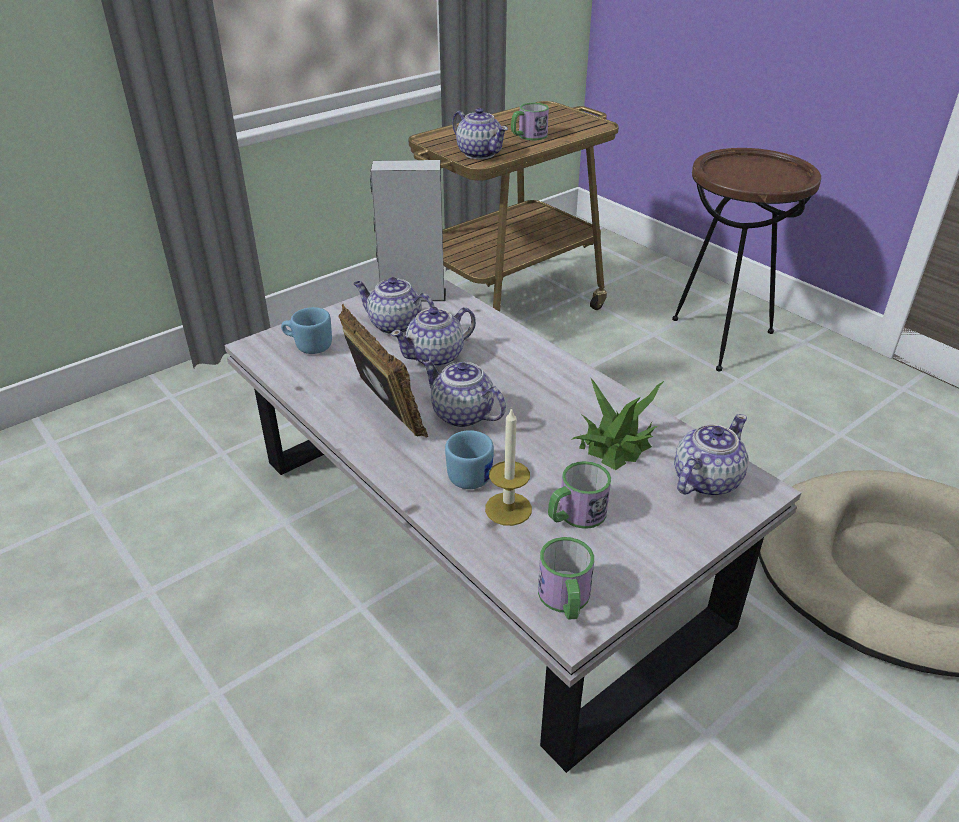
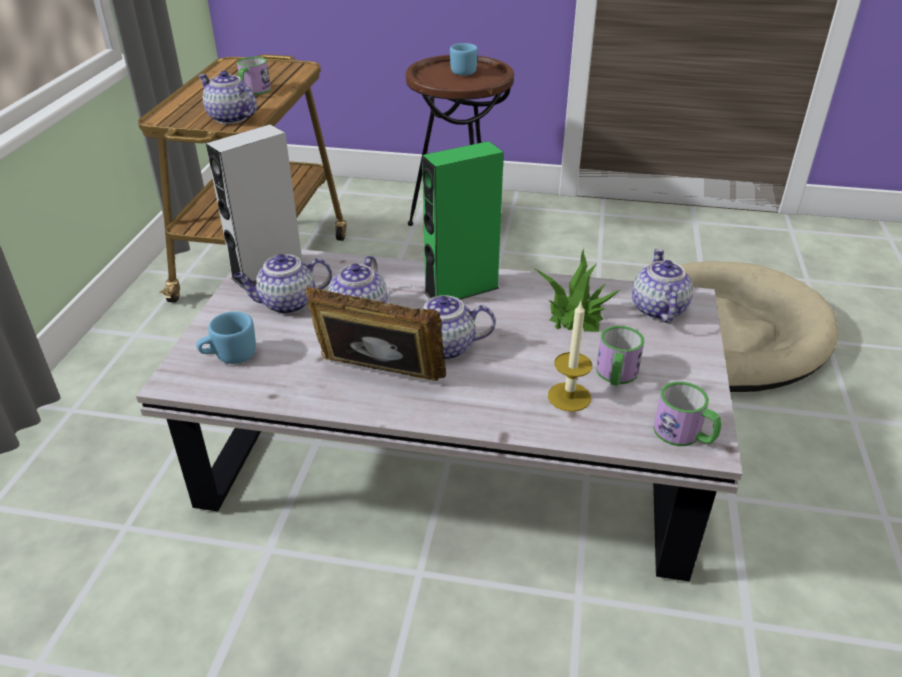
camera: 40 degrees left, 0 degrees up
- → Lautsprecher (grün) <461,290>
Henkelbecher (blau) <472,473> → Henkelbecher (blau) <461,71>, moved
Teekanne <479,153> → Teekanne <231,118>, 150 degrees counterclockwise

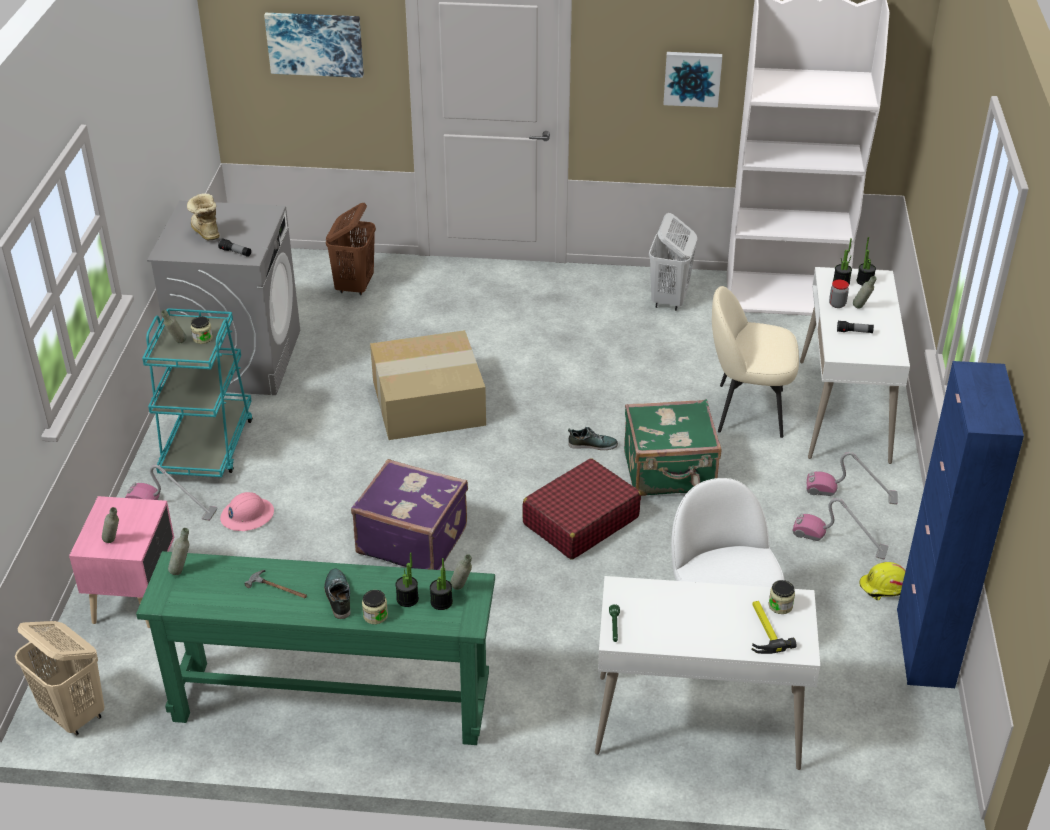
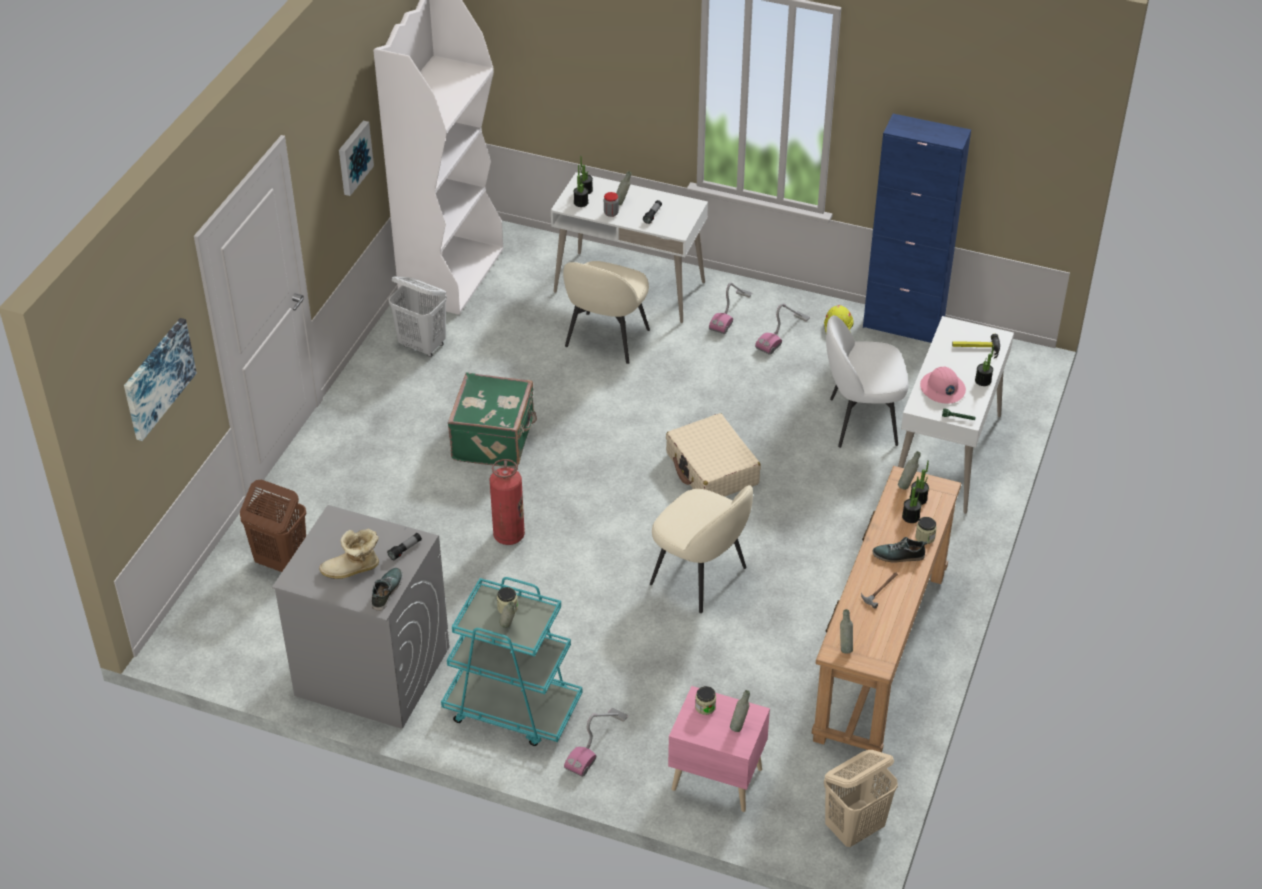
camera: 75 degrees left, 5 degrees up
- → Topfpflanze <983,381>
Schutzhelm (rosa) <247,515> → Schutzhelm (rosa) <942,389>, moved
Schuh <592,444> → Schuh <386,591>, moved
Koffer (grün) <670,473> → Koffer (grün) <495,440>, moved
Vorratsglas <780,606> → Vorratsglas <705,707>, moved
Koffer (lila) <412,539> → Stuhl (beige) <700,577>
Karton <429,401> → Feuerlöscher <509,535>
Konsolentisch (grün) <331,702> → Konsolentisch (braun) <880,655>
Koffer (rot) <580,521> → Koffer (beige) <712,469>

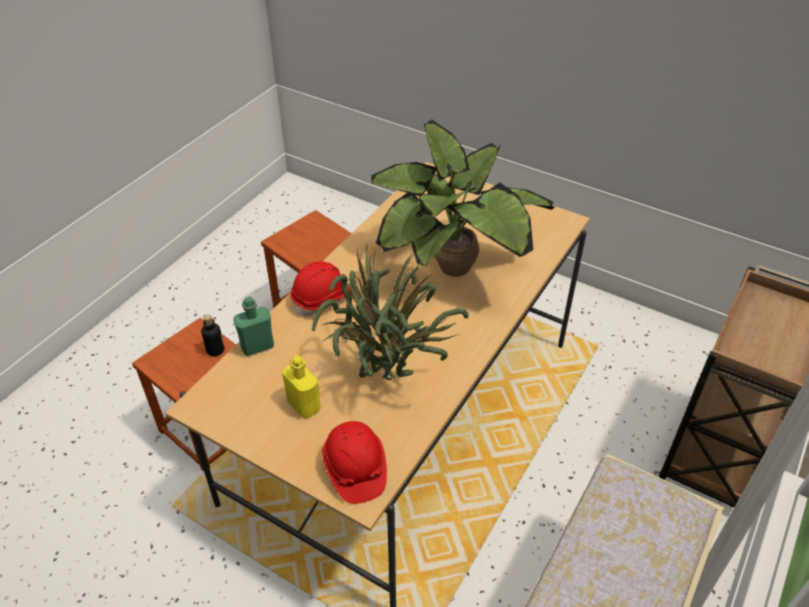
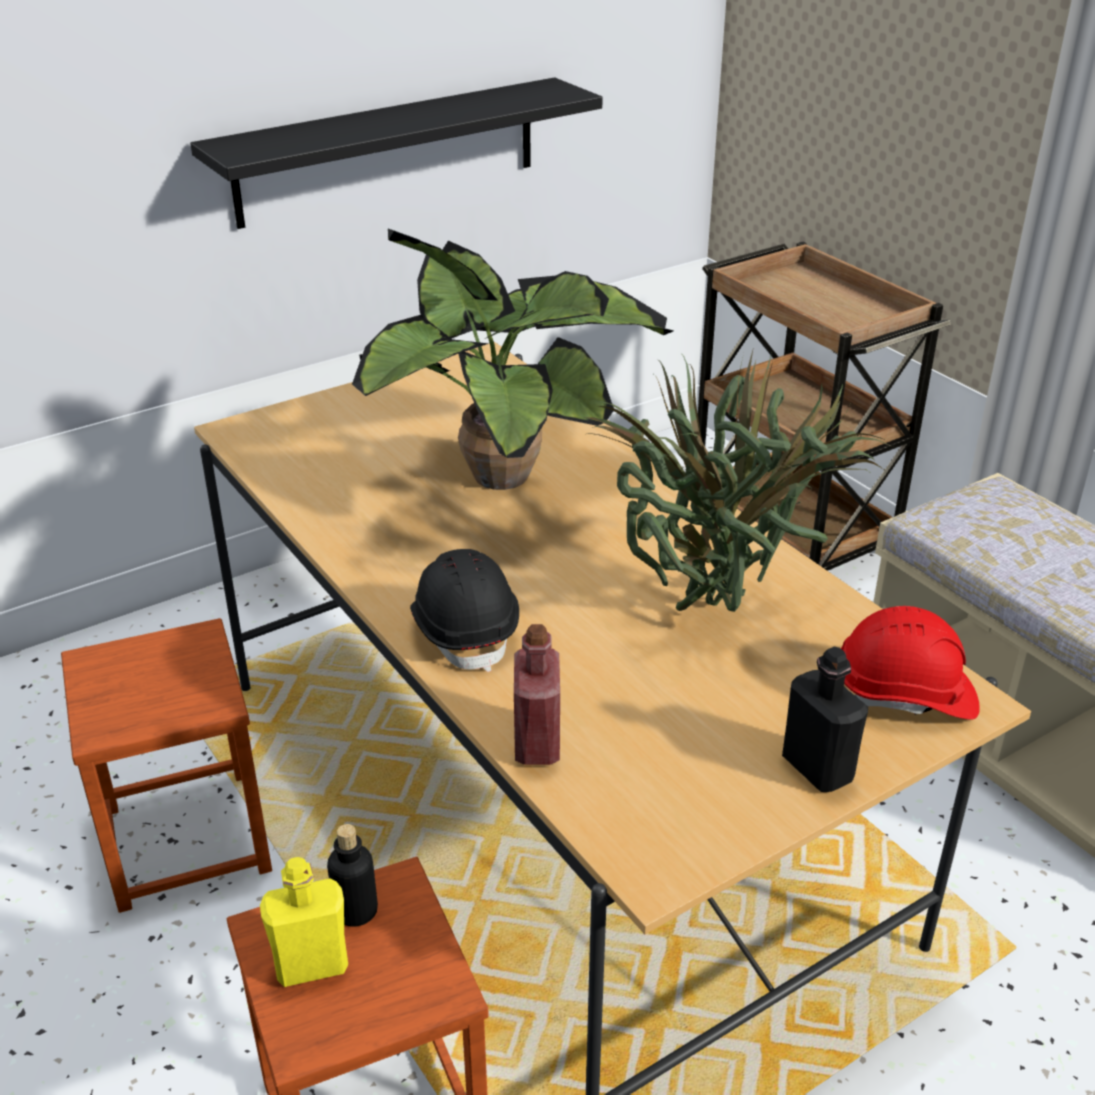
camera: 65 degrees left, 10 degrees down
- → Wandregal (schwarz) <388,152>
- → Flasche (schwarz) <817,769>
Flasche (gelb) <304,405> → Flasche (gelb) <311,965>, moved
Flasche (grün) <257,347> → Flasche (rot) <537,744>
Schutzhelm (rot) <322,299> → Schutzhelm (schwarz) <465,630>

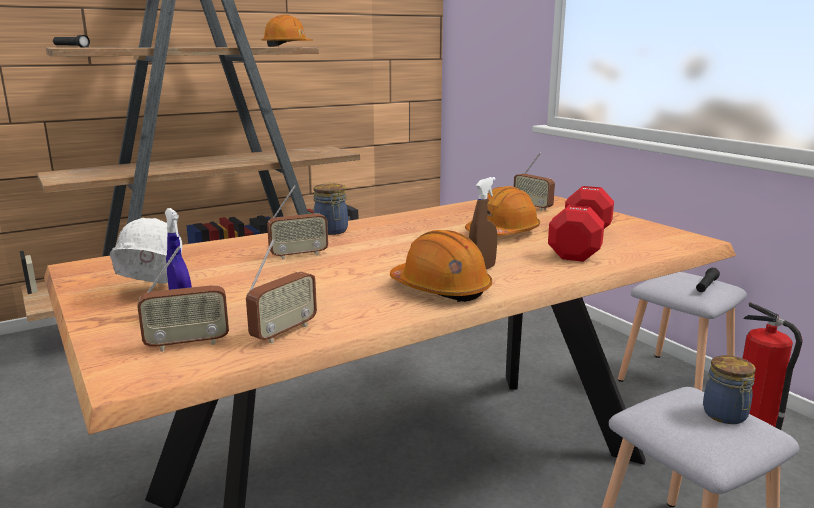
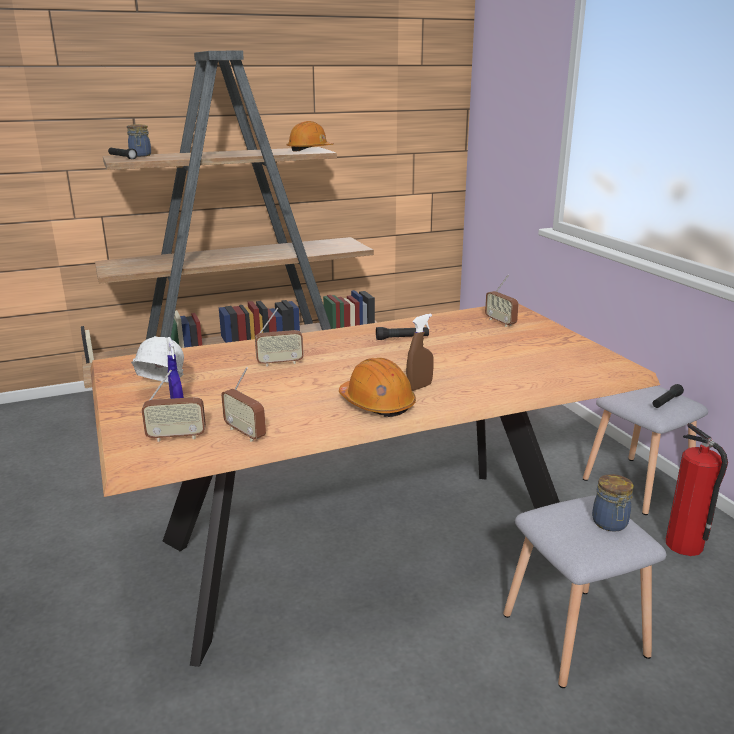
camera: 10 degrees right, 5 degrees up
Schutzhelm (orange) <502,233> → -
Hantel (rot) <580,244> → -
- → Taschenlampe (schwarz) <402,338>
Vorratsglas <331,231> → Vorratsglas <140,155>, moved
Radio <284,332> → Radio <245,433>, 90 degrees clockwise

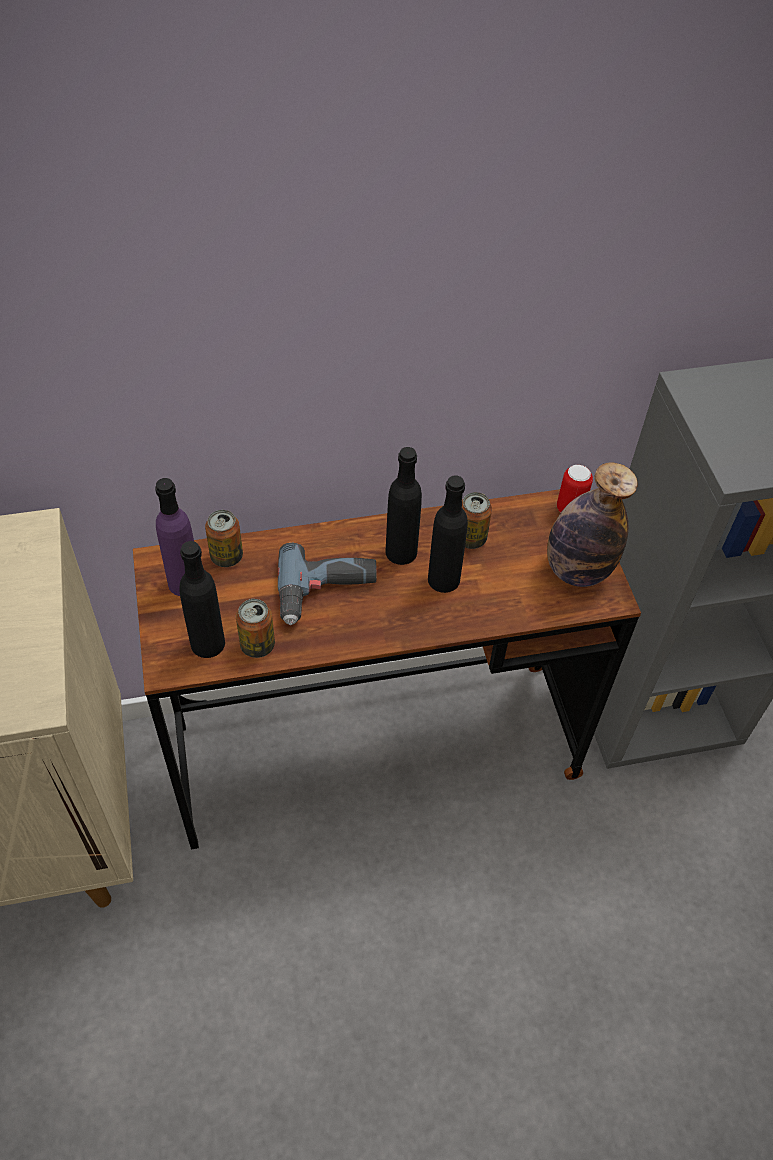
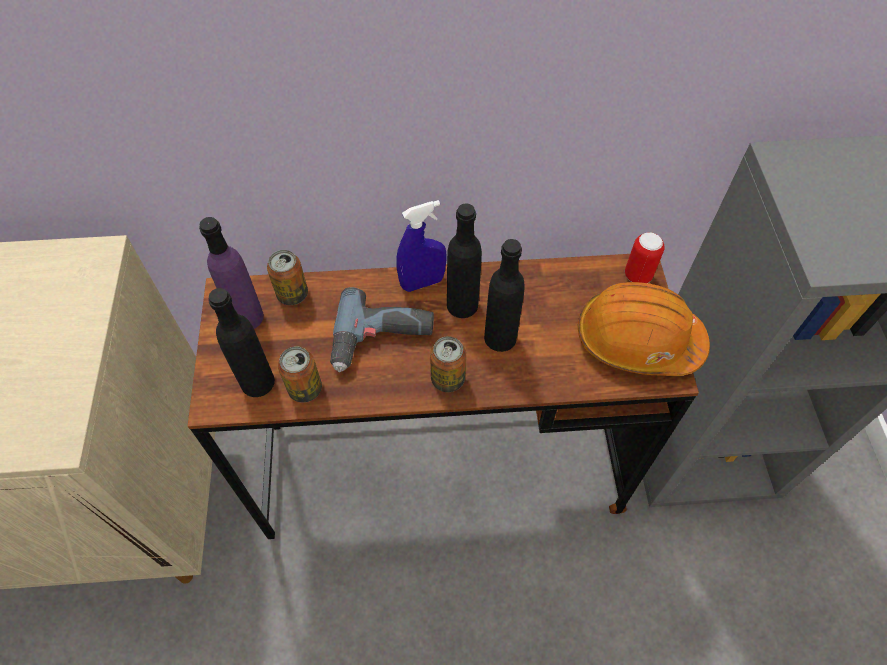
camera: 10 degrees right, 5 degrees up
- → Sprühflasche (blau) <422,283>
Dose <470,539> → Dose <447,379>, moved
Flasche <577,570> → Schutzhelm (orange) <637,340>

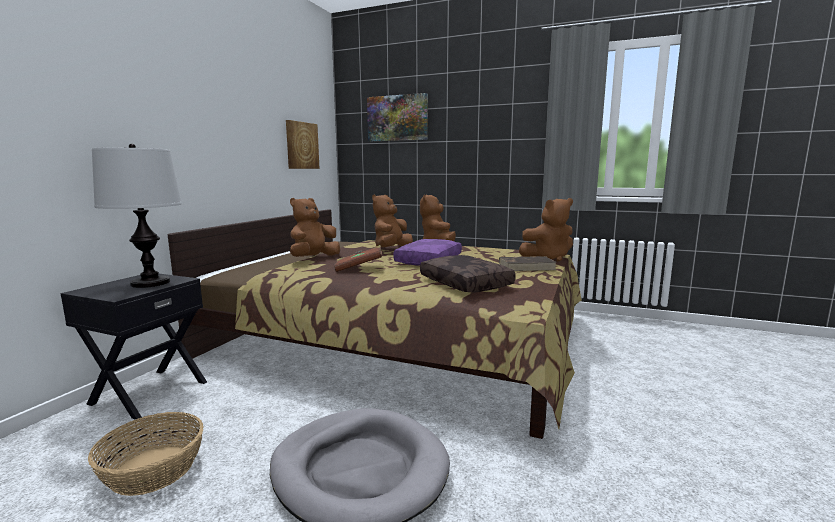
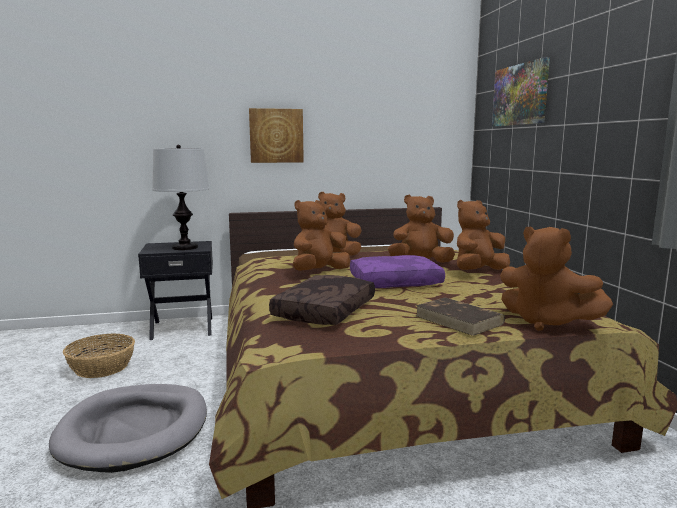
camera: 55 degrees right, 0 degrees up
Bild <301,145> → Bild <276,136>, moved
Buch (braun) <359,268> → Plüschtier (braun) <319,272>

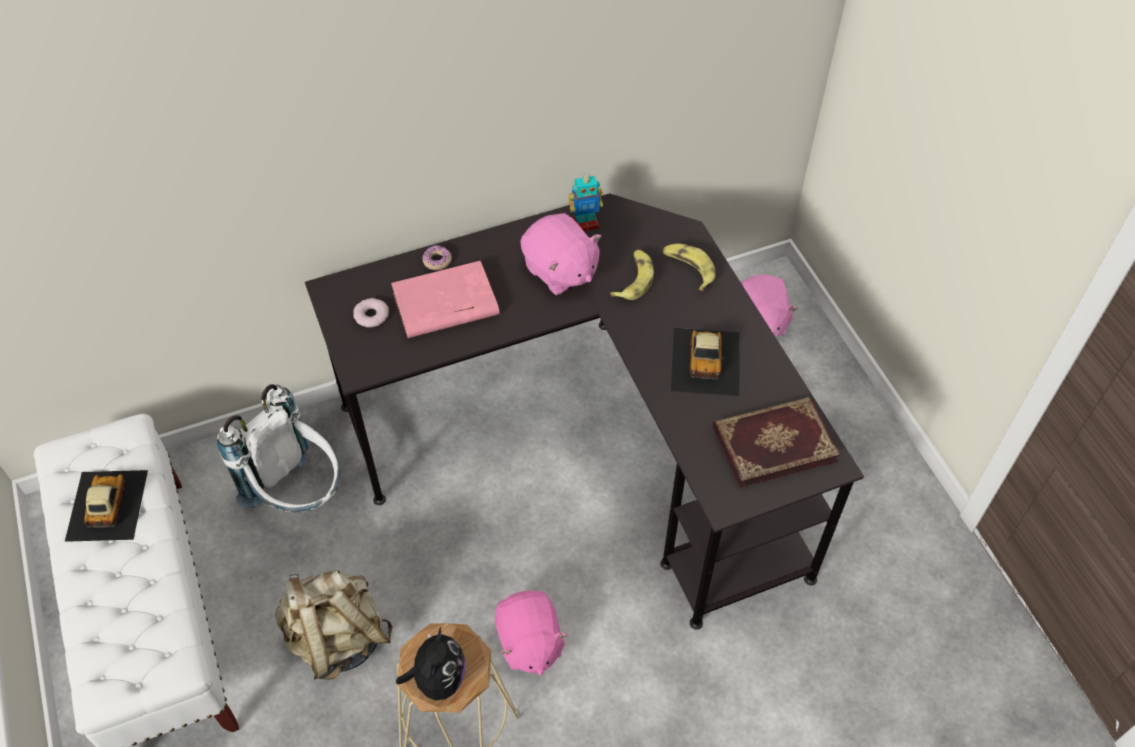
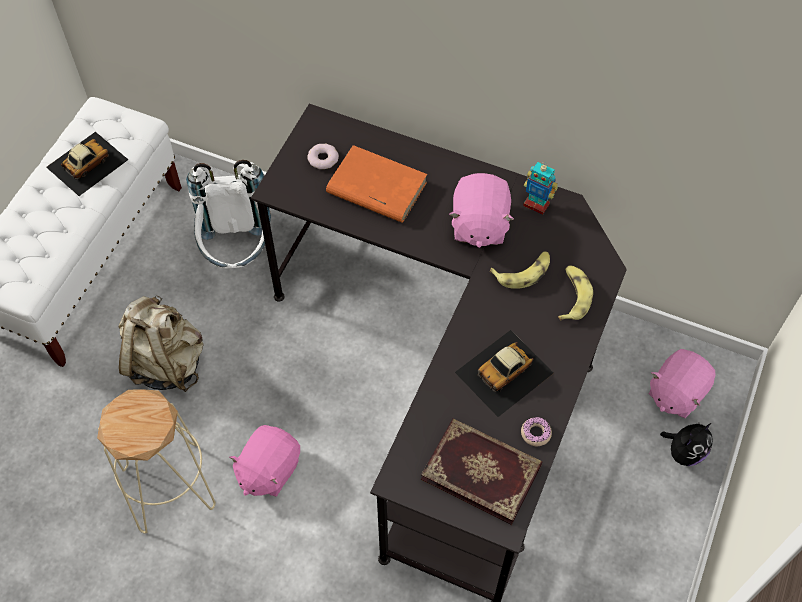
camera: 45 degrees right, 5 degrees up
Plüschtier <438,678> → Plüschtier <684,452>, moved
Donut <437,261> → Donut <535,433>, moved
Buch (rosa) <444,305> → Buch (orange) <376,188>

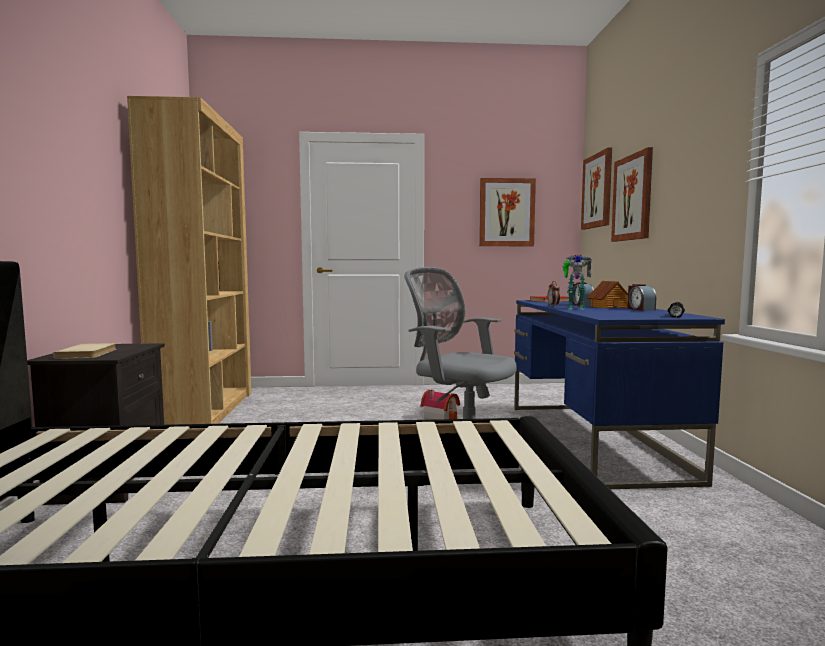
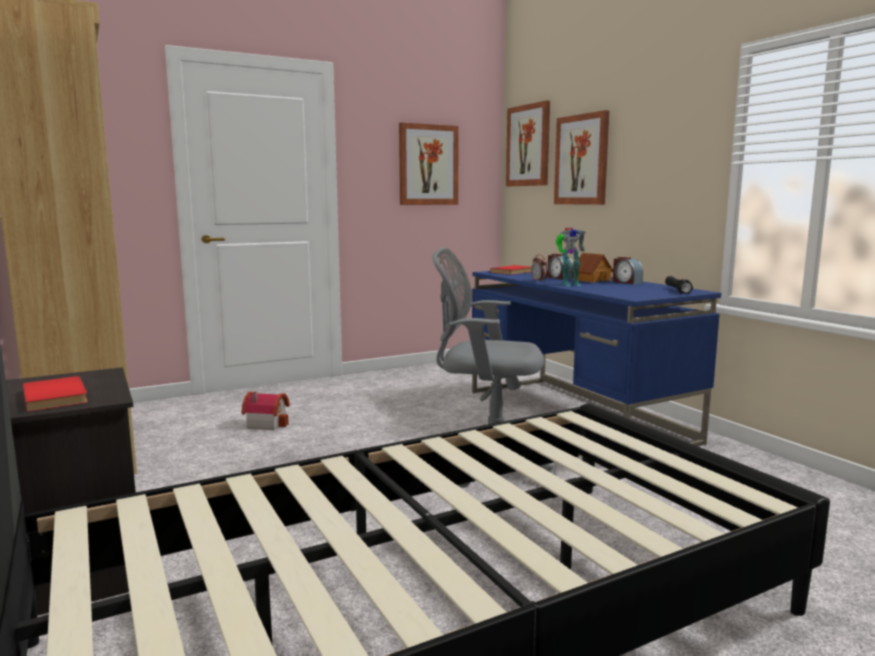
camera: 25 degrees left, 5 degrees up
Spielzeughaus <440,417> → Spielzeughaus <267,423>, moved
Buch (beige) <89,353> → Buch (rot) <58,396>

